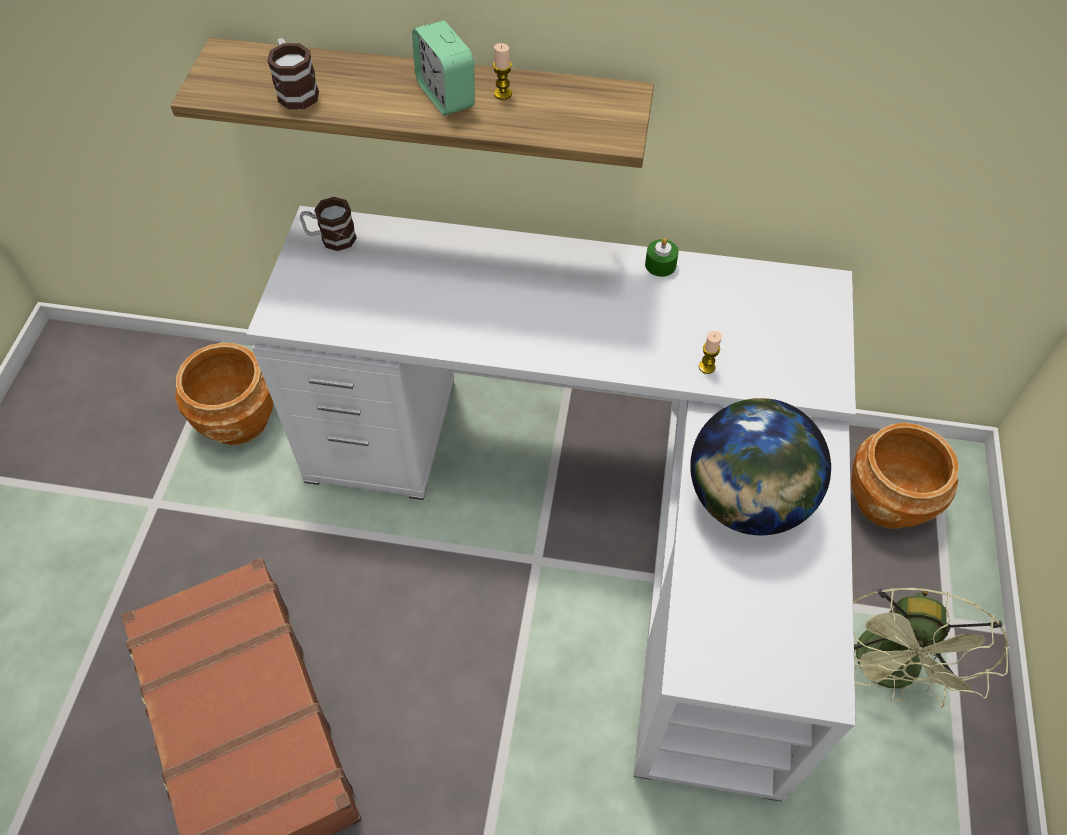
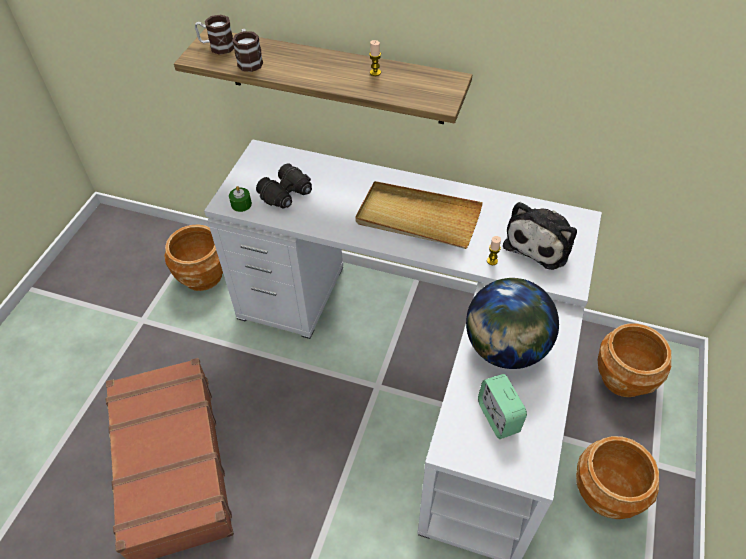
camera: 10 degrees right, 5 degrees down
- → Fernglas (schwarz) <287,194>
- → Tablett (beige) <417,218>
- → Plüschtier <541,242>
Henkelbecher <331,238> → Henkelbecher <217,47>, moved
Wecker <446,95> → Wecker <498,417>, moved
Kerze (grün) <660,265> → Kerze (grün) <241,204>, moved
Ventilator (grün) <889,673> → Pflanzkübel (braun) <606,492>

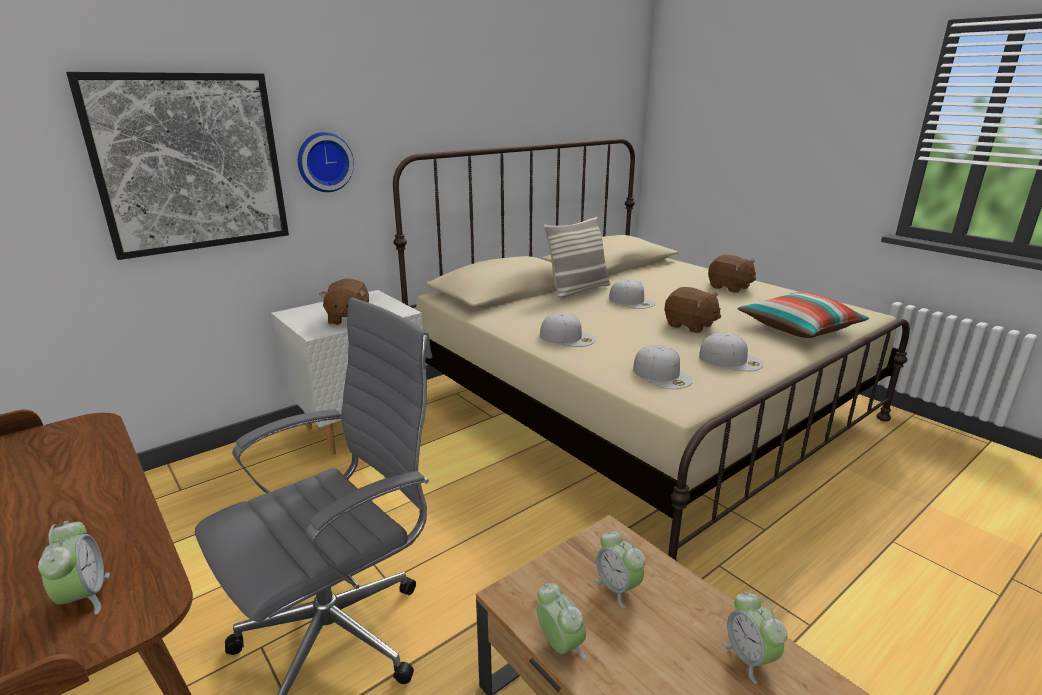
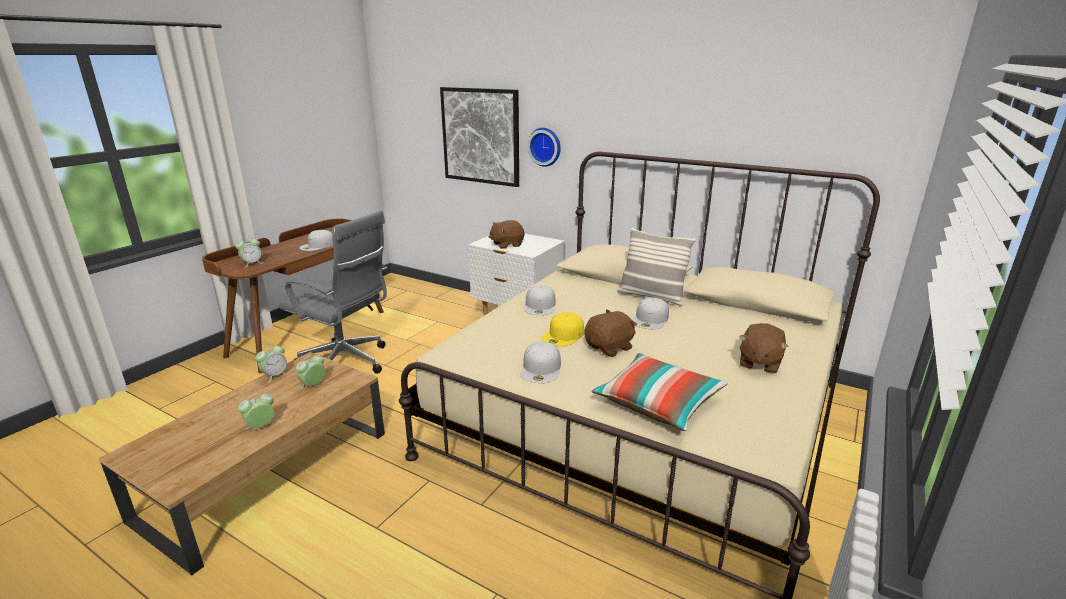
camera: 70 degrees right, 0 degrees up
- → Kappe (gelb) <563,335>
Kappe (weiß) <662,375> → Kappe (weiß) <318,245>, moved
Plüschtier (braun) <690,326> → Plüschtier (braun) <610,348>, 150 degrees counterclockwise

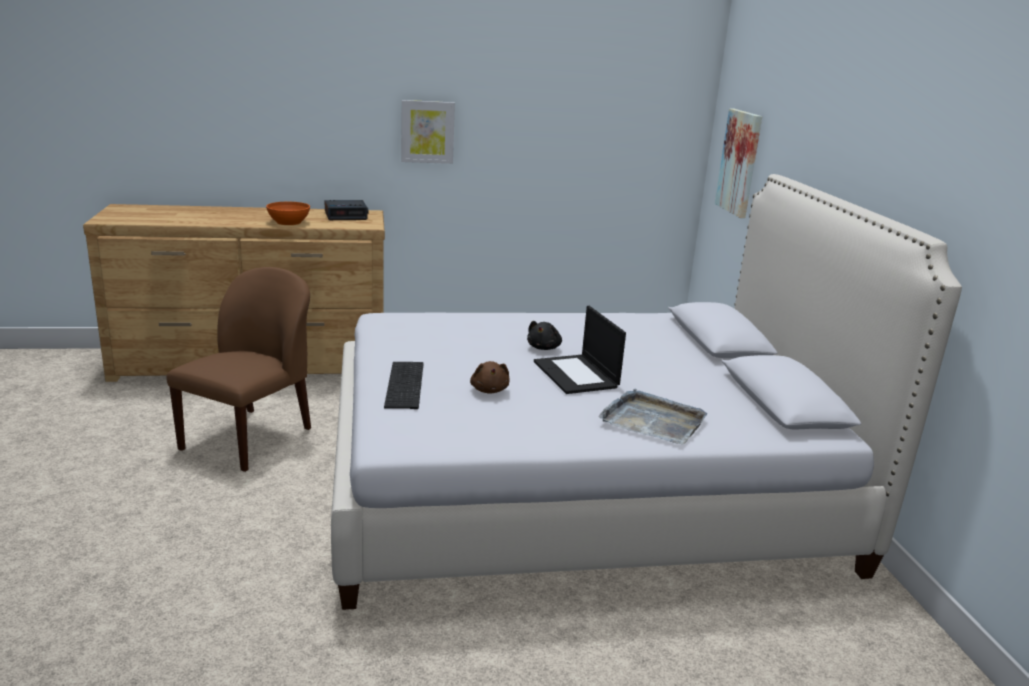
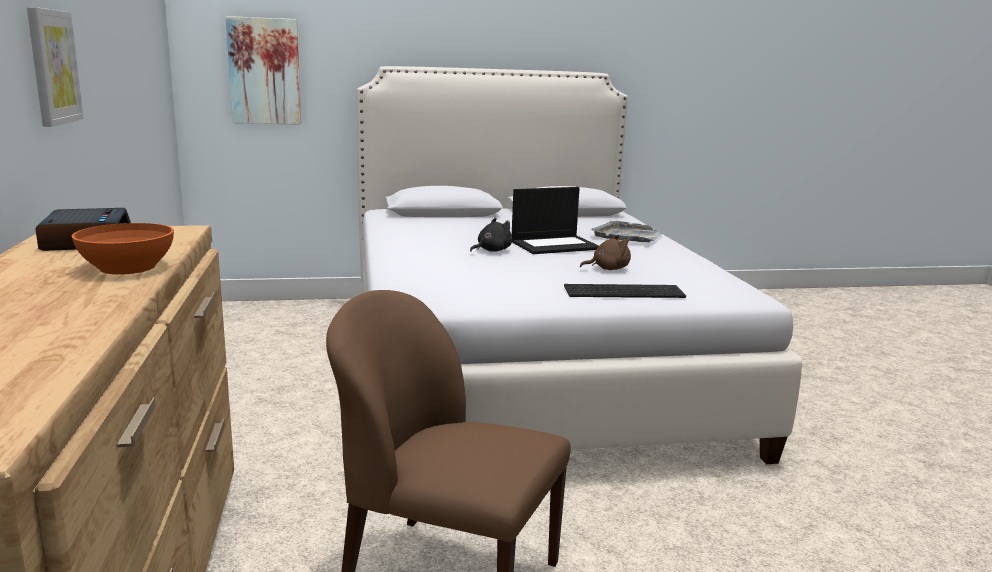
camera: 90 degrees left, 5 degrees down
Plüschtier (schwarz) <544,348> → Plüschtier (schwarz) <492,250>, 60 degrees counterclockwise

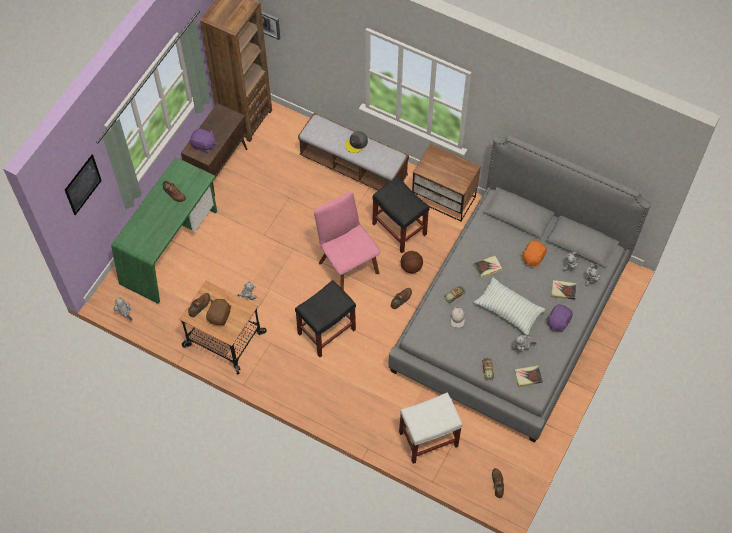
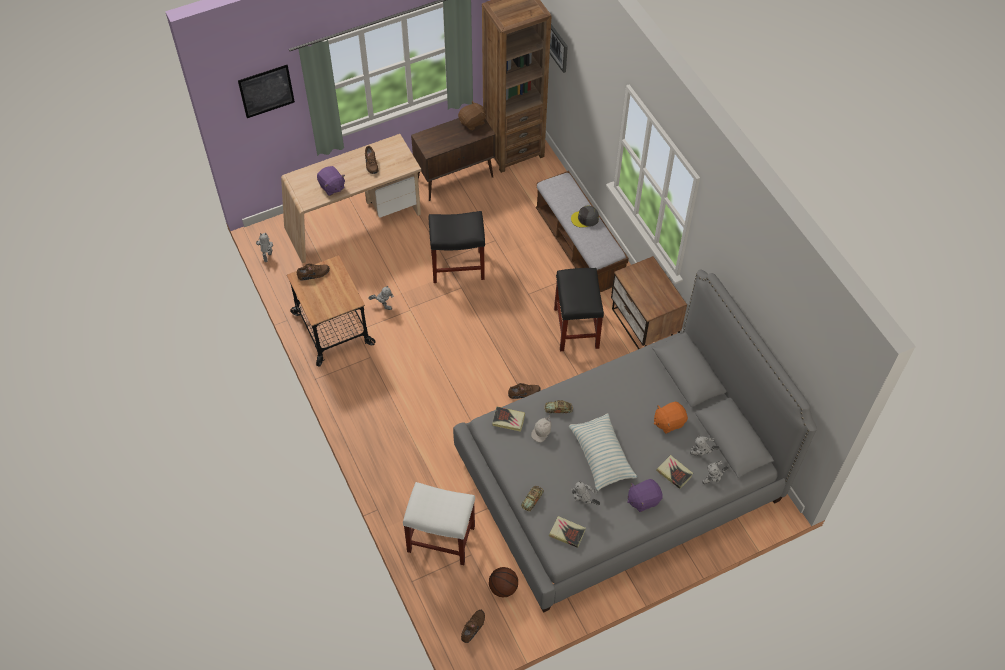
camera: 35 degrees right, 5 degrees down
Stuhl (rosa) <347,265> → -
Plüschtier (lila) <204,145> → Plüschtier (lila) <332,187>, moved
Plüschtier (braun) <219,316> → Plüschtier (braun) <472,122>, moved
Hocker (schwarz) <327,331> → Hocker (schwarz) <458,266>, moved
Basketball <411,267> → Basketball <503,587>, moved
Buch <487,267> → Buch <508,420>, moved
Schreibtisch (grün) <171,248> → Schreibtisch (beige) <354,223>

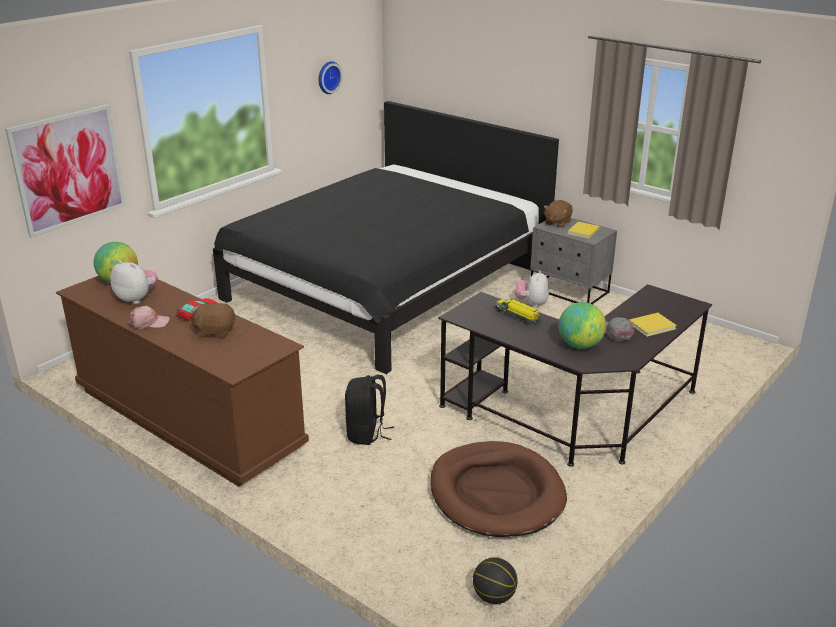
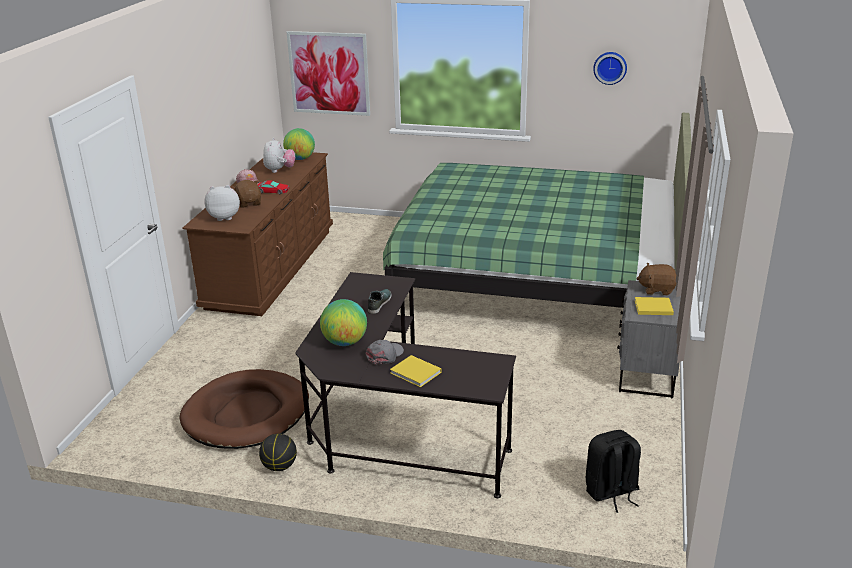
camera: 65 degrees right, 0 degrees up
Rucksack (schwarz) <367,434> → Rucksack (schwarz) <611,492>, moved
Basketball <494,597> → Basketball <279,466>, moved
Plüschtier <532,303> → Plüschtier <224,217>, moved
Spielzeuglaster <517,316> → Schuh <379,303>
Bett (schwarz) <386,286> → Bett (grün) <539,278>

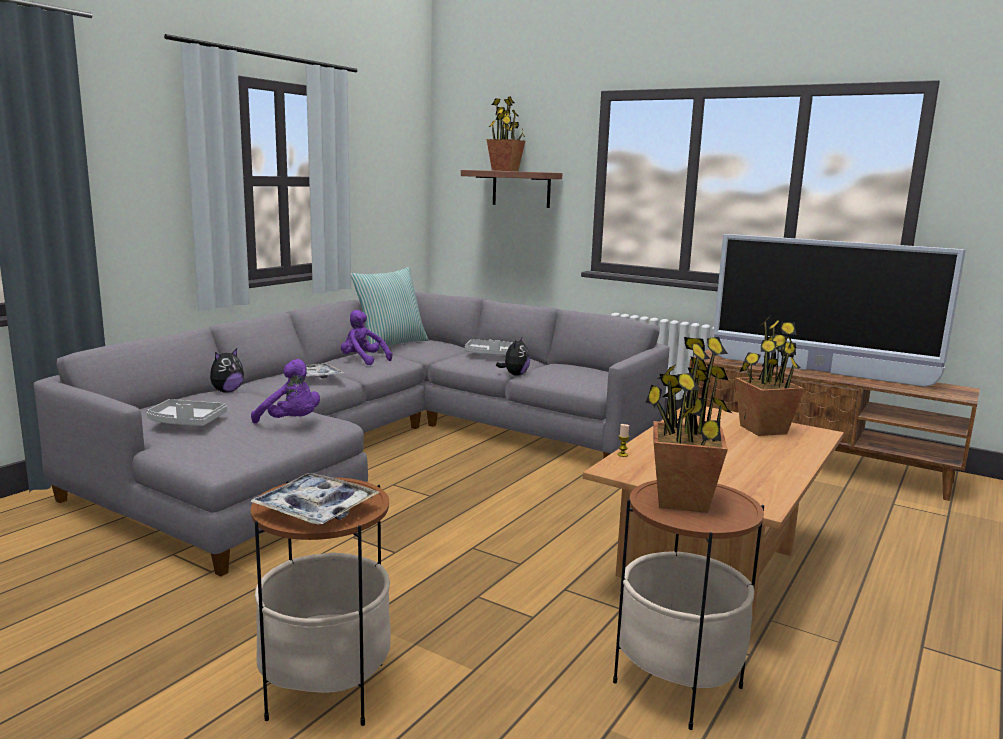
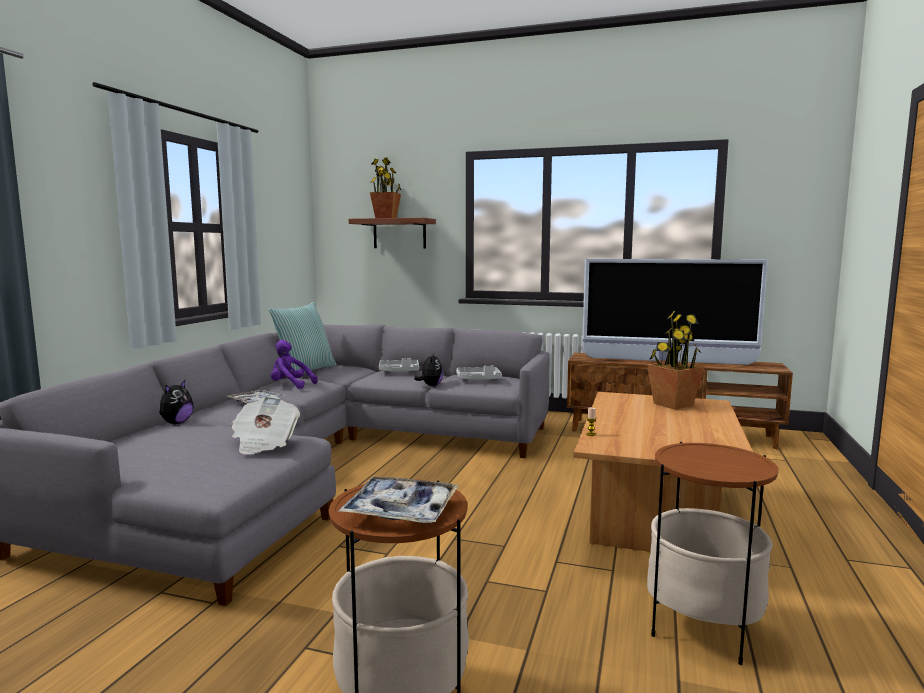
camera: 15 degrees left, 5 degrees down
Topfpflanze <682,501> → -
Tablett (grau) <186,422> → Tablett (grau) <479,380>, moved
Plüschtier (lila) <291,422> → Zeitung <264,443>

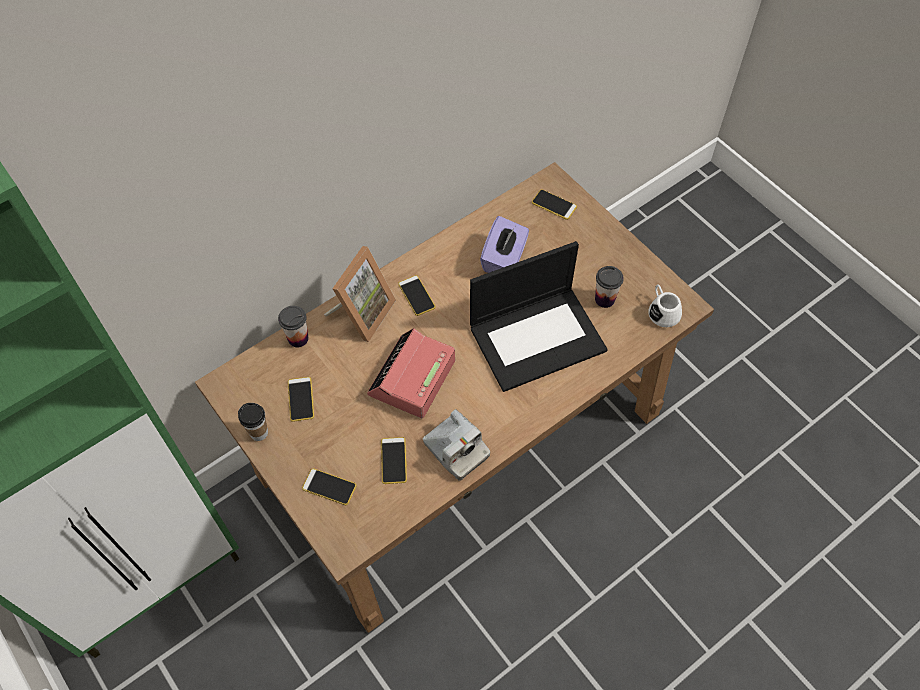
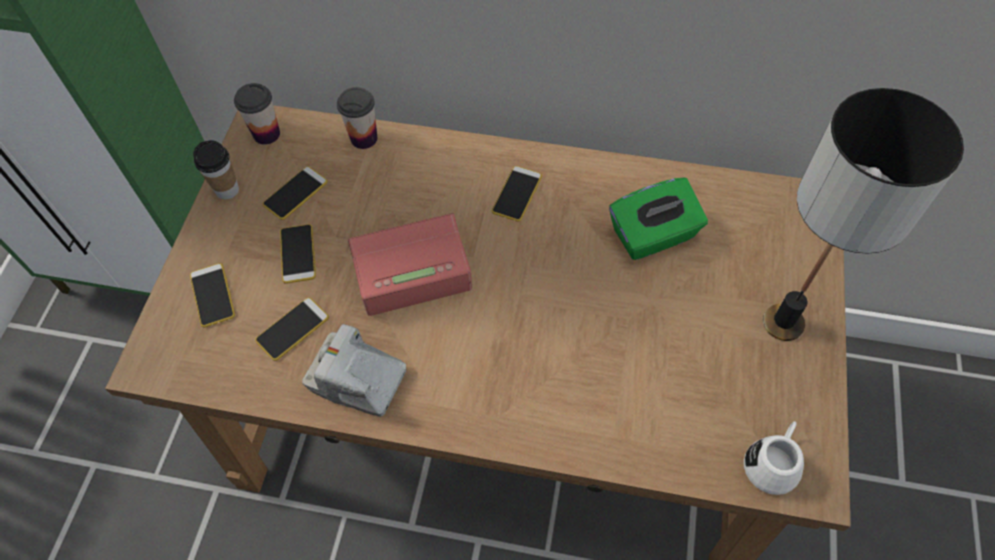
camera: 50 degrees right, 0 degrees up
Bilderrahmen <362,313> → -
Laptop <538,337> → -
- → Tischlampe <784,323>
Handy <554,205> → Handy <298,254>, moved
Tasse <604,299> → Tasse <266,134>, moved
Taschentuchbox (lila) <504,259> → Taschentuchbox (grün) <653,236>
Kamera <456,450> → Kamera <357,379>, 105 degrees clockwise

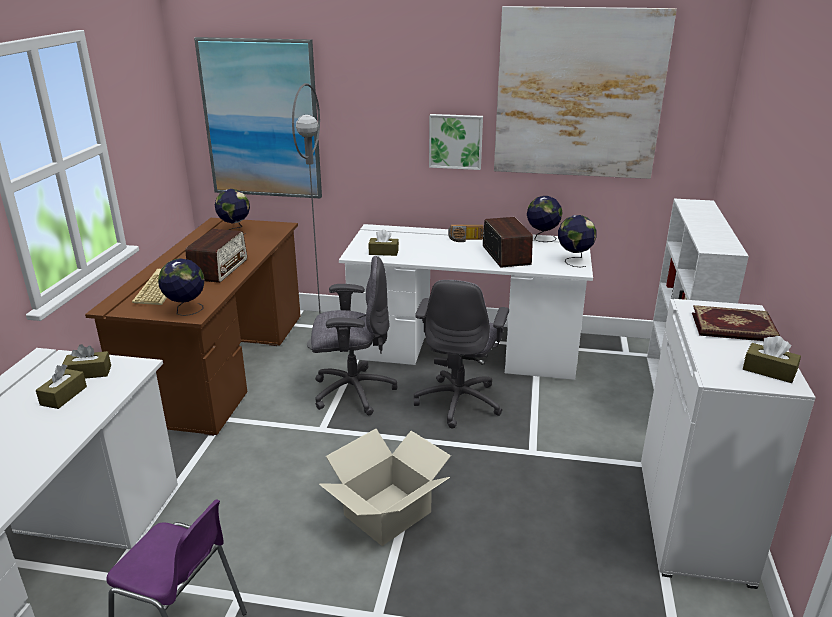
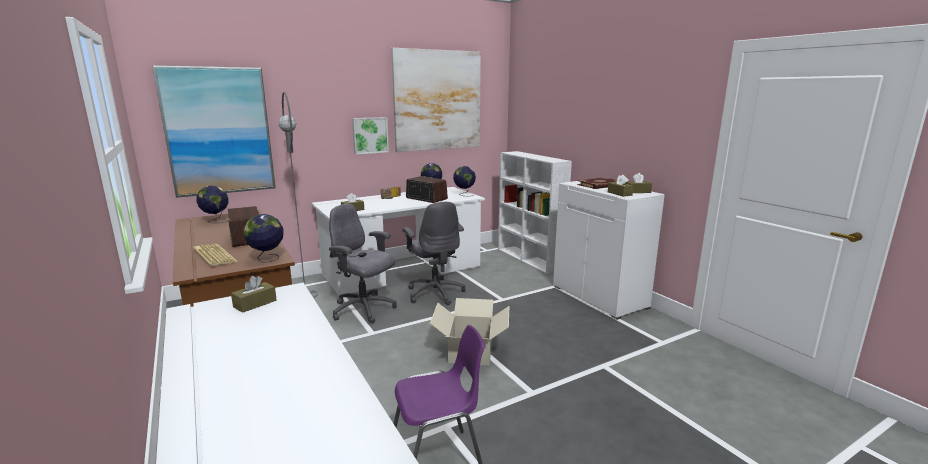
camera: 40 degrees left, 10 degrees down
Taschentuchbox (braun) <63,396> → Taschentuchbox (braun) <619,193>, moved
Bürostuhl (grau) <352,392> → Bürostuhl (grau) <364,310>, 105 degrees counterclockwise

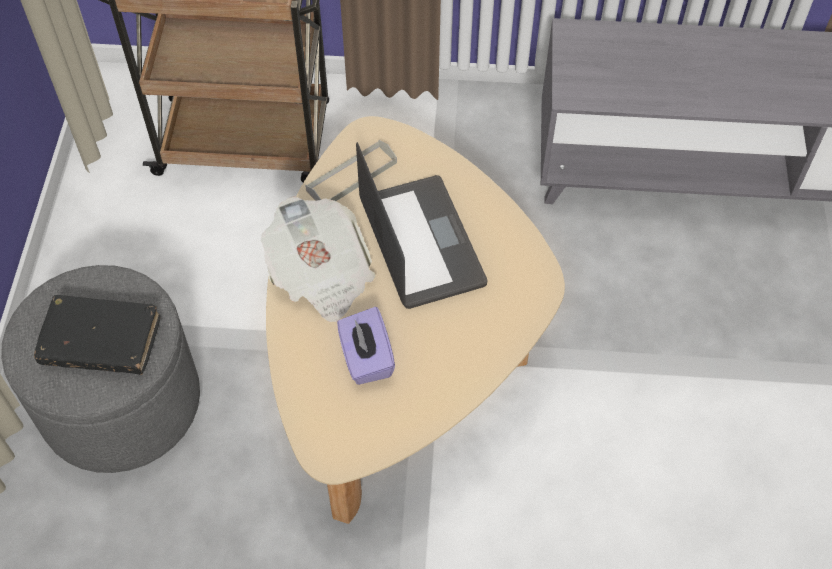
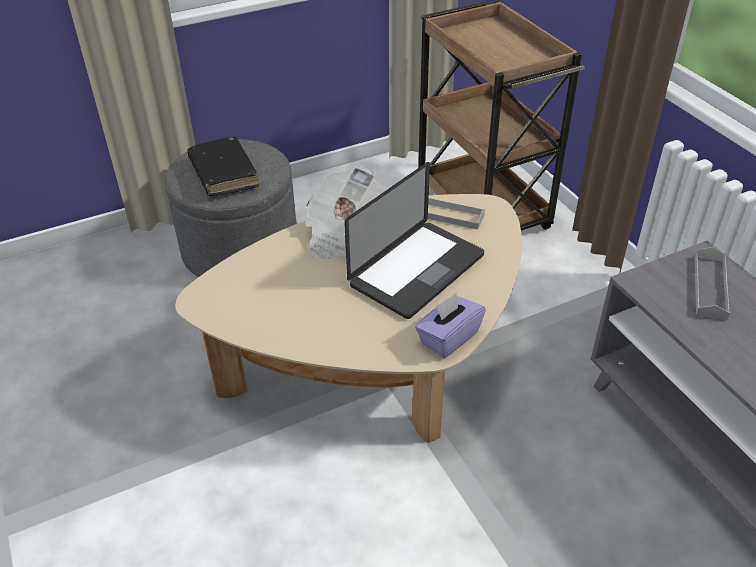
camera: 60 degrees right, 15 degrees down
- → Tablett (grau) <710,287>
Taschentuchbox (lila) <366,358> → Taschentuchbox (lila) <448,338>, moved

